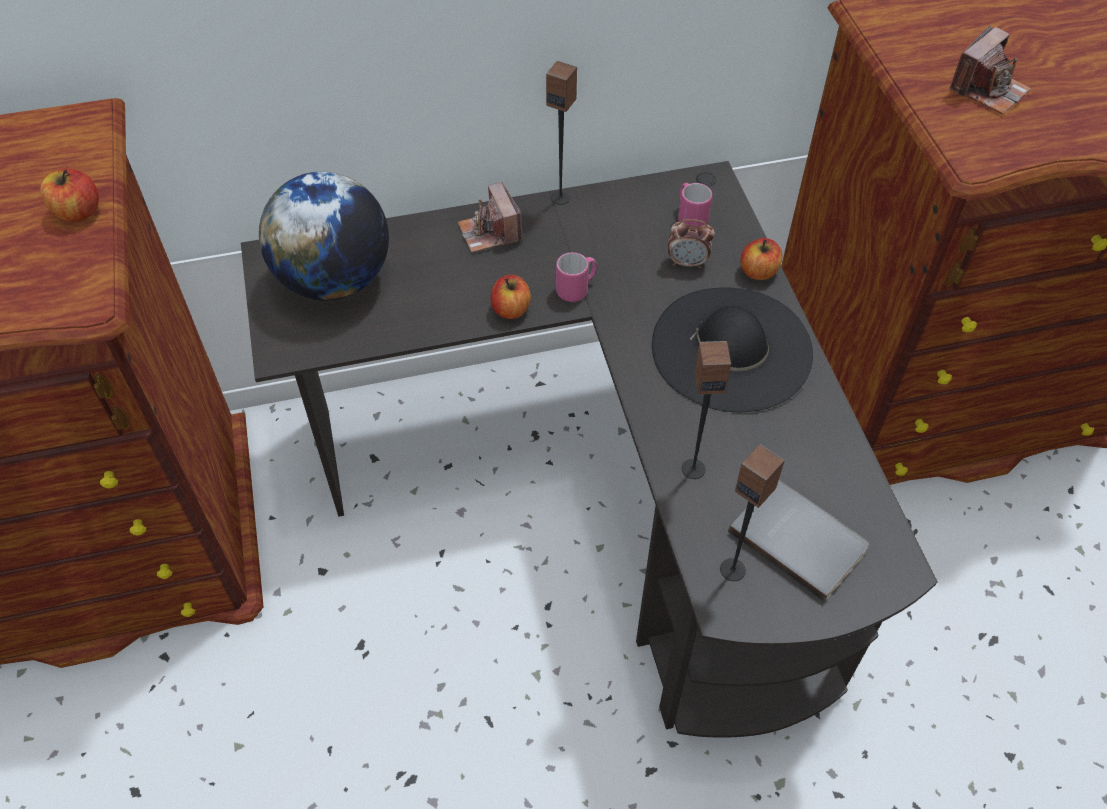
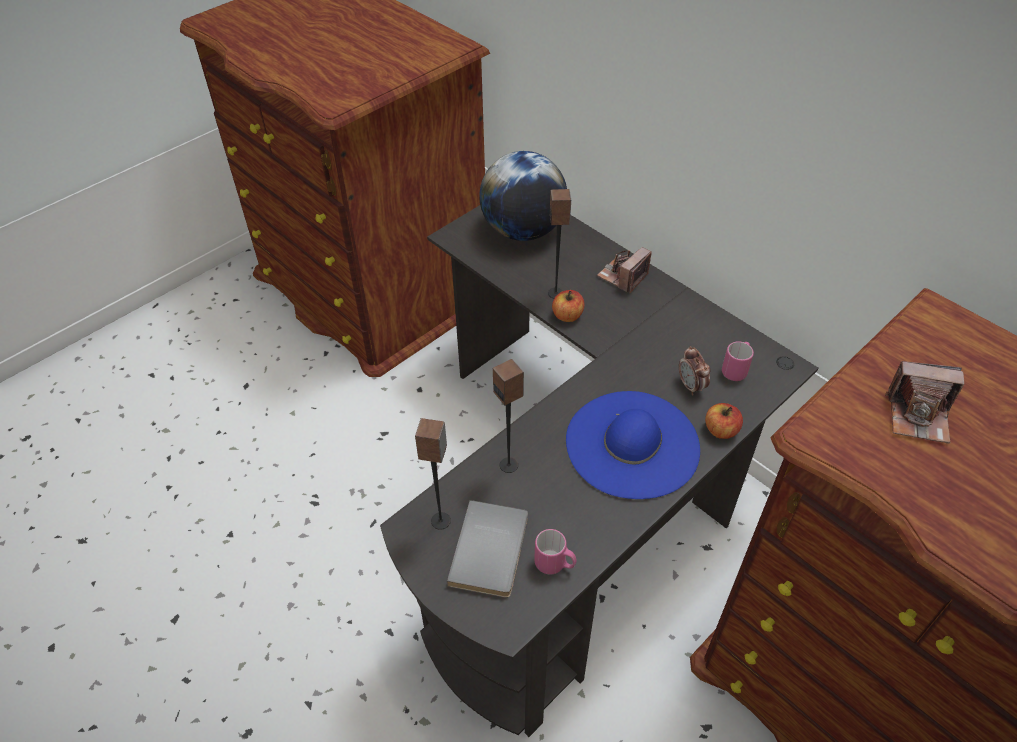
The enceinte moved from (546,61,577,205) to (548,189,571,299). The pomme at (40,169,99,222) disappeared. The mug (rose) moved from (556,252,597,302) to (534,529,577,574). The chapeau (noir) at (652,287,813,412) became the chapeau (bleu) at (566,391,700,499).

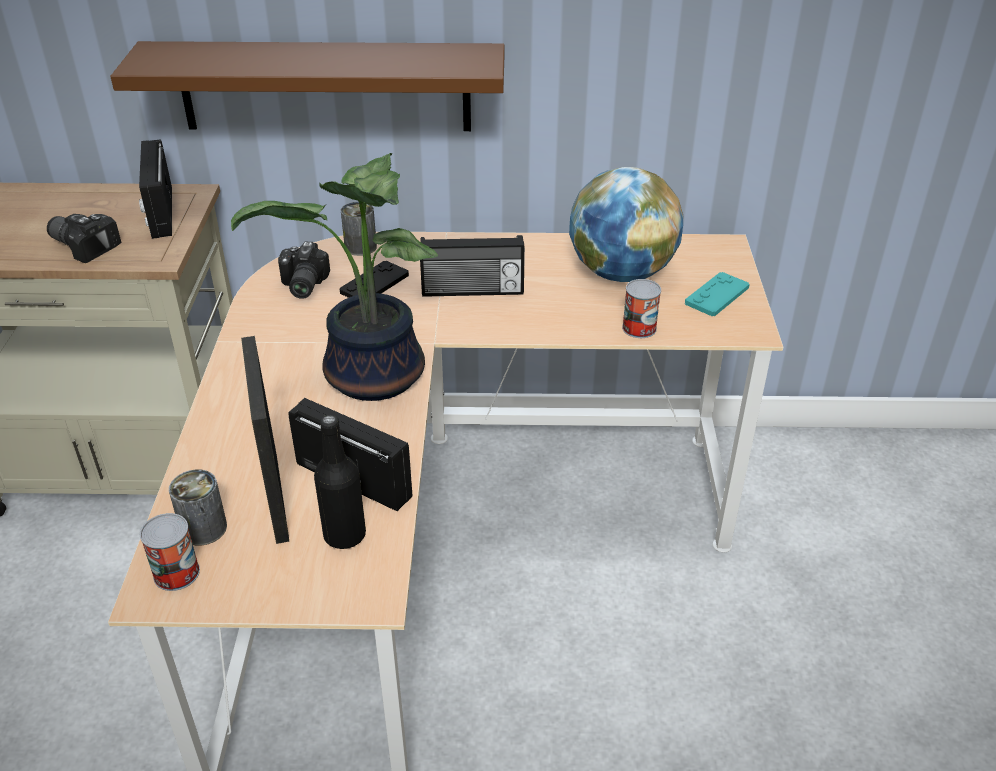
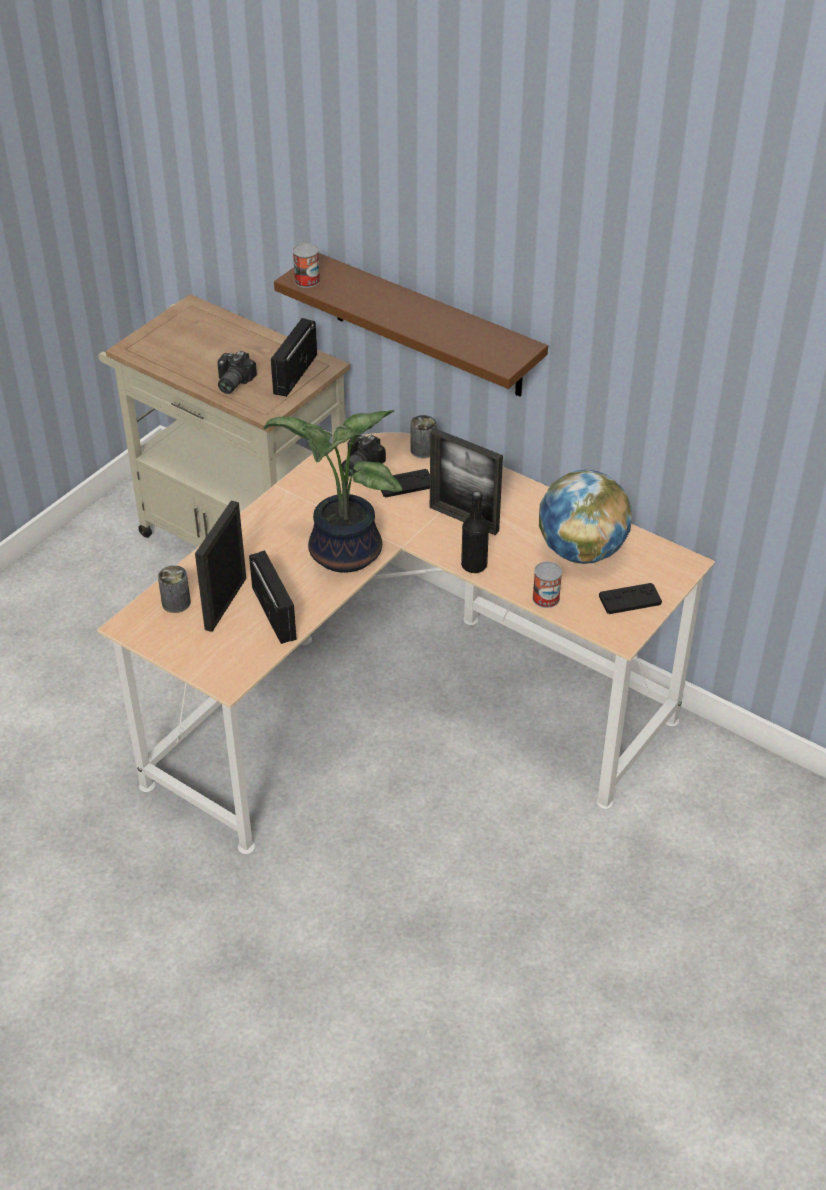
The appareil photo at (47,214,121,263) turned 135 degrees counterclockwise. The radio at (420,235,525,297) was replaced by the cadre photo at (430,428,503,535). The manette (turquoise) at (685,272,750,316) became the manette (noir) at (599,583,662,614). The bouteille (noir) moved from (314,415,366,549) to (461,491,489,573). The boîte métallique moved from (140,513,200,591) to (293,243,320,288).

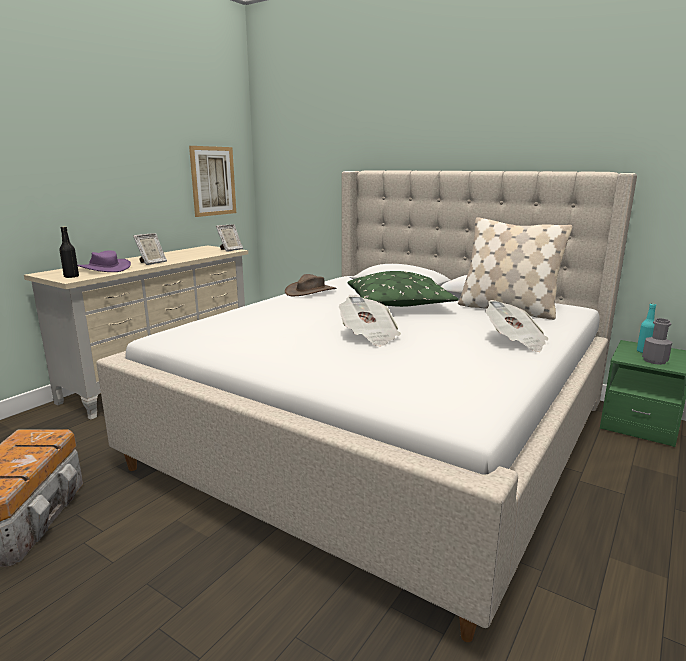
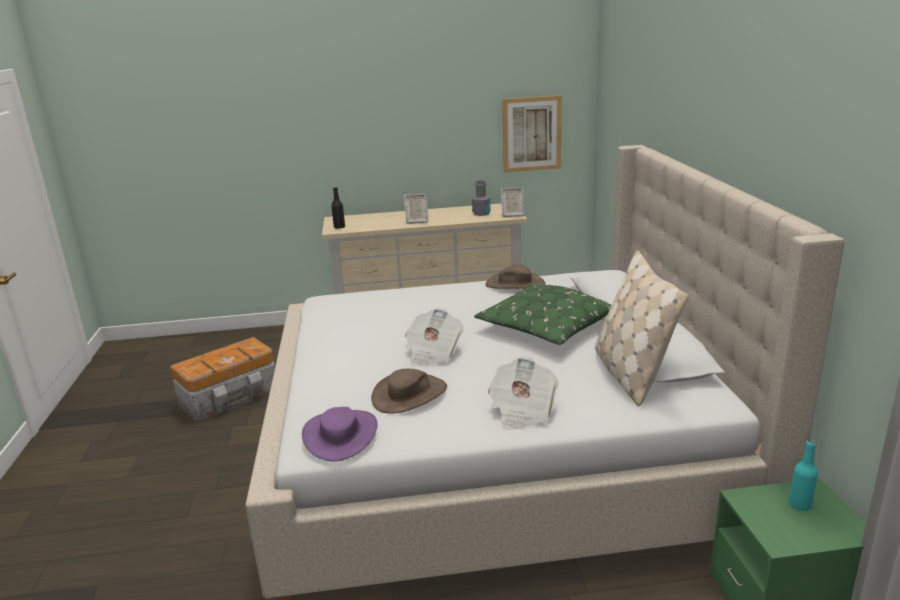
The chapeau (violet) moved from (78,250,131,272) to (302,407,378,462). The bouteille (gris) moved from (642,318,672,365) to (472,180,490,216). The chapeau (marron) at (371,369,447,413) appeared.

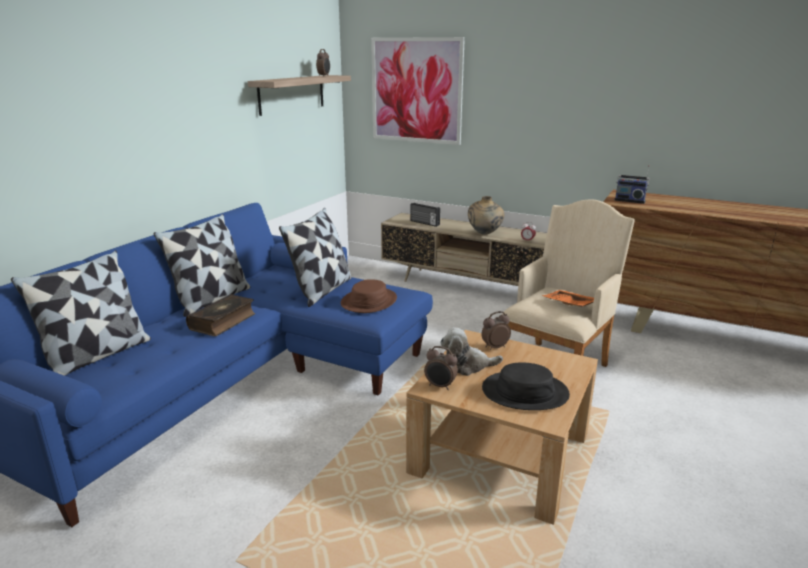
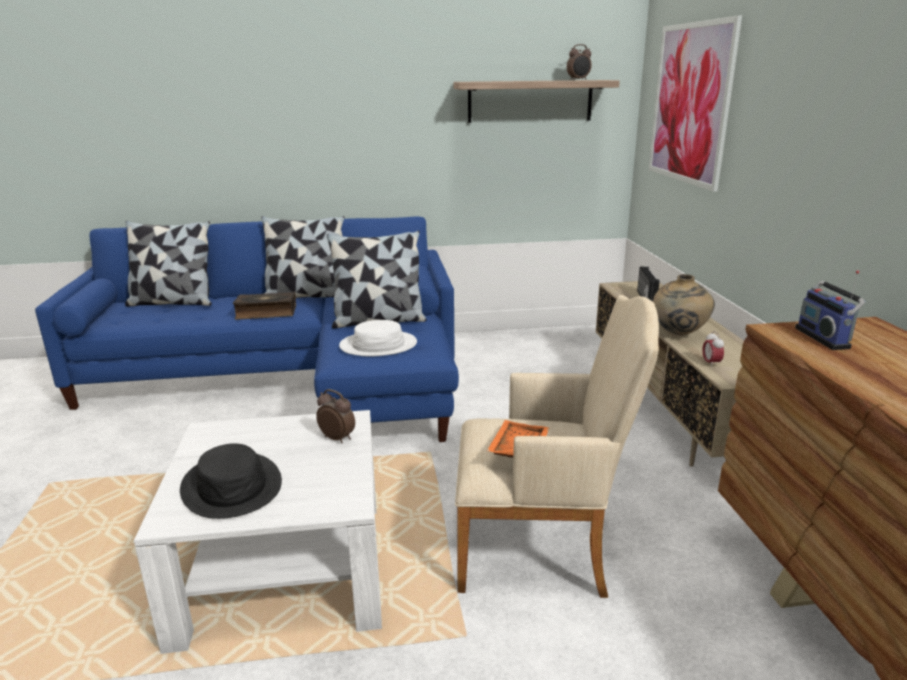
The chapeau (marron) at (341,279,397,313) became the chapeau (blanc) at (339,320,417,357). The peluche at (440,327,503,376) disappeared. The table basse (marron) at (406,330,598,525) became the table basse (blanc) at (134,410,382,654). The réveil at (424,346,458,390) disappeared.

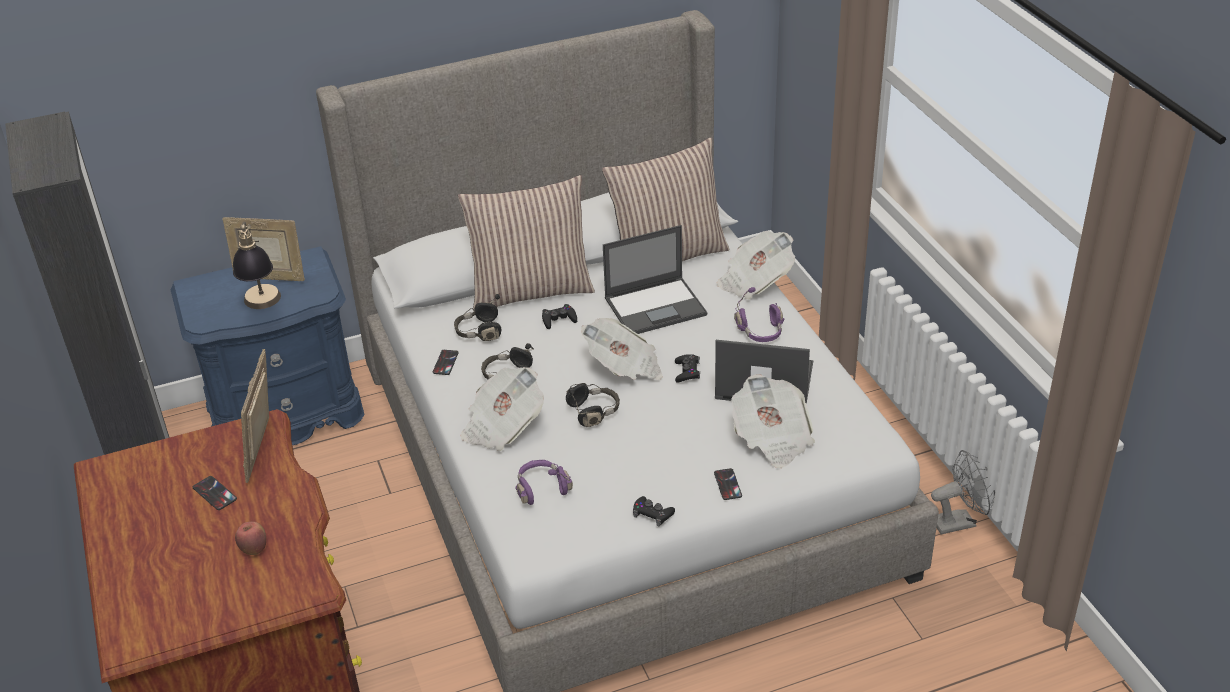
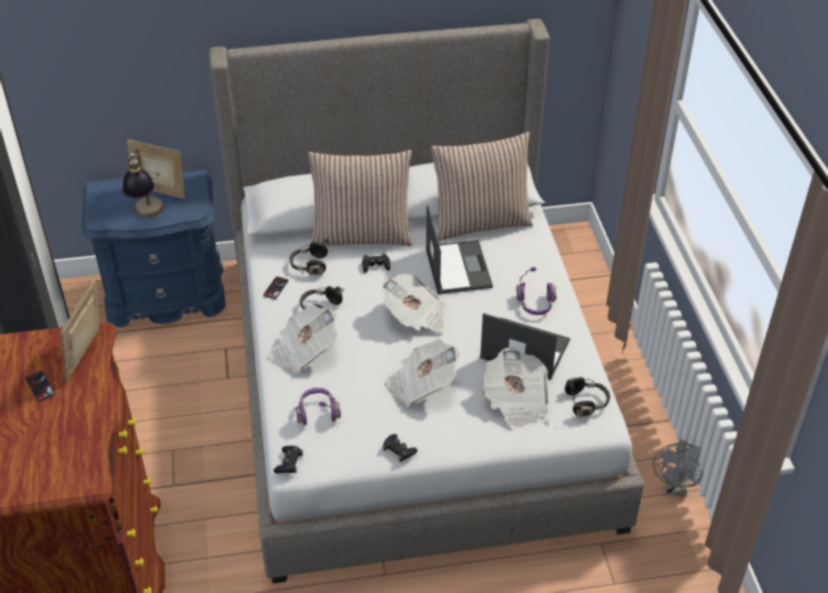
The ordinateur portable at (603,225,707,334) turned 90 degrees counterclockwise. The journal moved from (717,231,795,300) to (385,339,460,406). The manette (noir) moved from (675,354,700,383) to (274,446,303,473). The casque audio (noir) moved from (566,383,620,427) to (565,377,610,417). The ventilateur (gris) at (931,450,995,535) turned 105 degrees clockwise. The téléphone at (714,468,742,500) disappeared. The pomme at (235,522,266,555) disappeared.

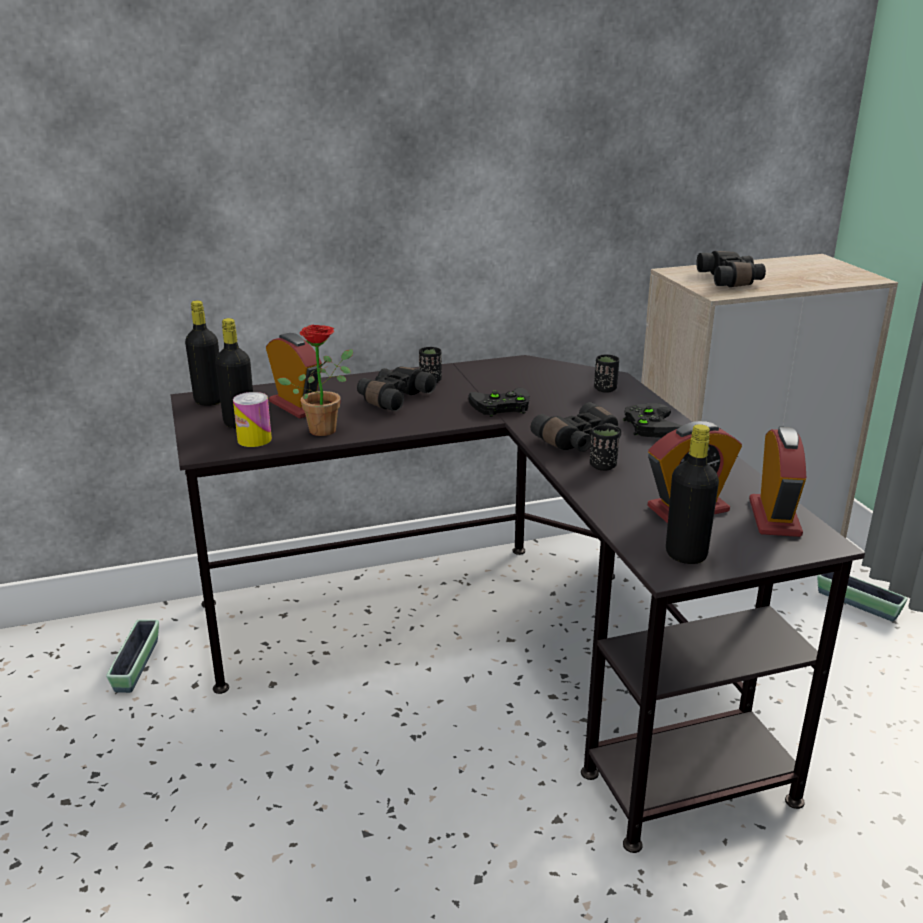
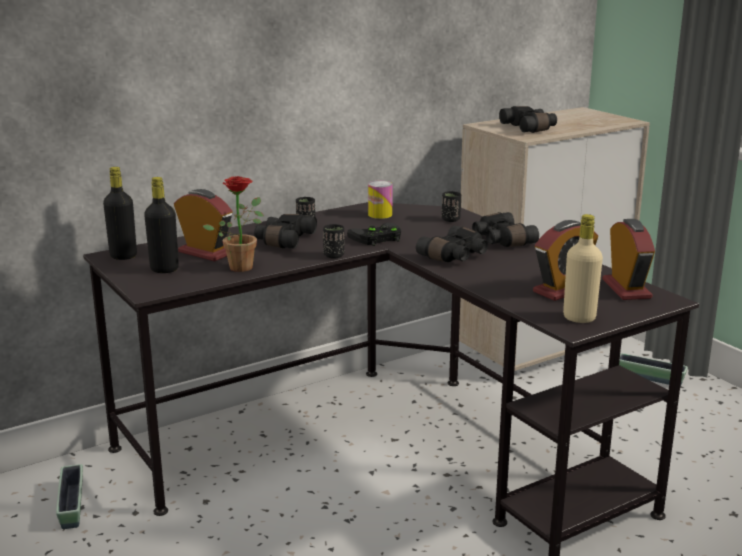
The boîte métallique moved from (233,392,272,447) to (368,181,393,219). The manette (noir) at (623,403,682,438) was replaced by the jumelles (noir) at (472,212,539,247). The bouteille (noir) at (666,424,719,564) became the bouteille (beige) at (563,214,603,323). The tasse (noir) moved from (590,425,620,471) to (323,224,344,258).

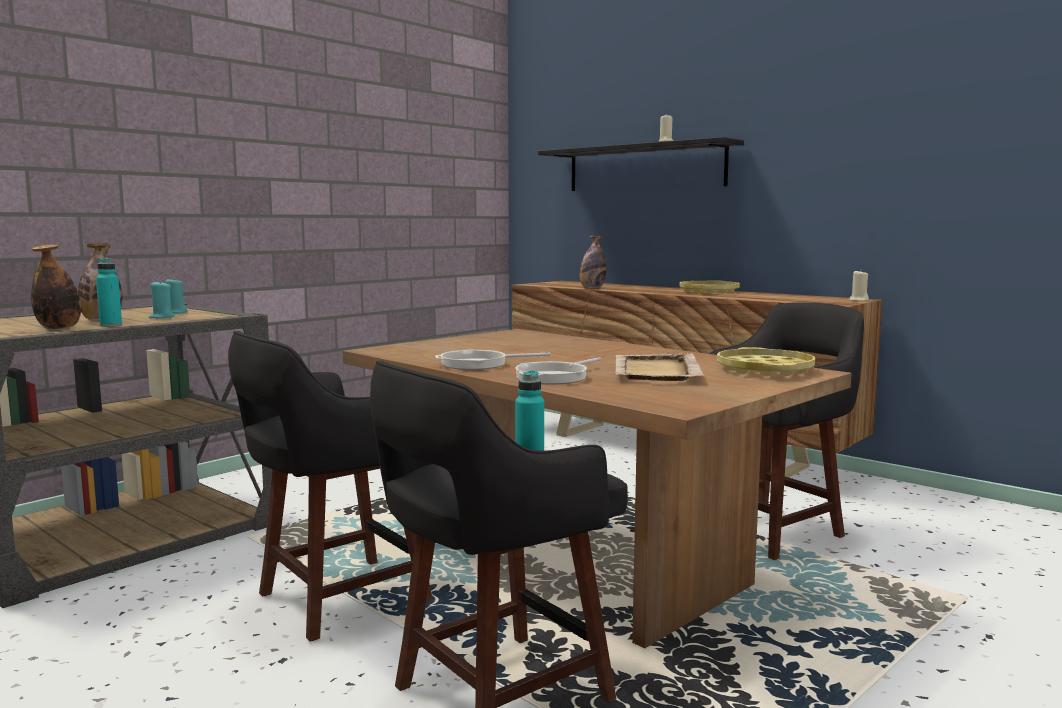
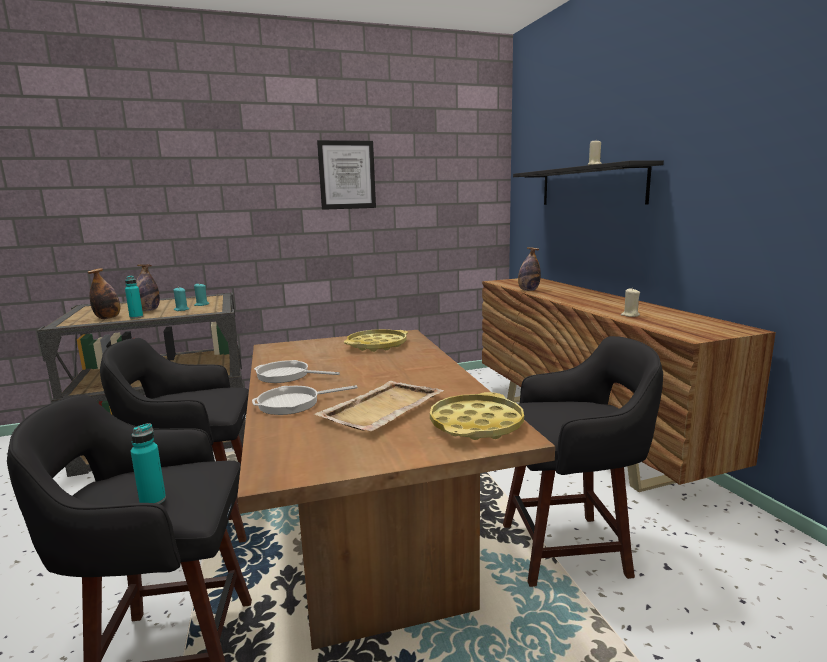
The bougie (beige) moved from (849,271,869,301) to (621,288,640,317). The plateau (jaune) moved from (679,280,740,294) to (344,329,408,352). The tableau at (317,140,376,210) appeared.

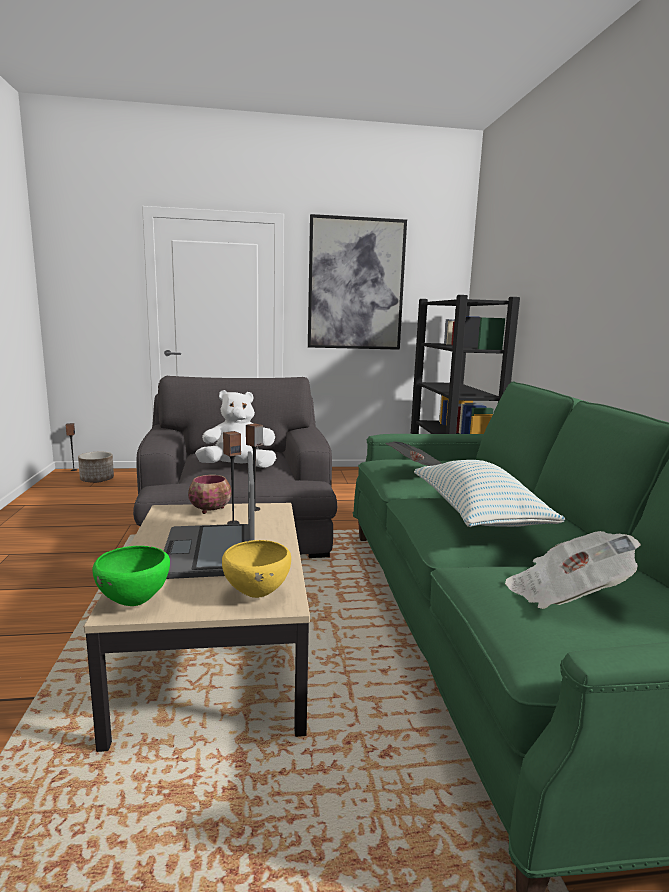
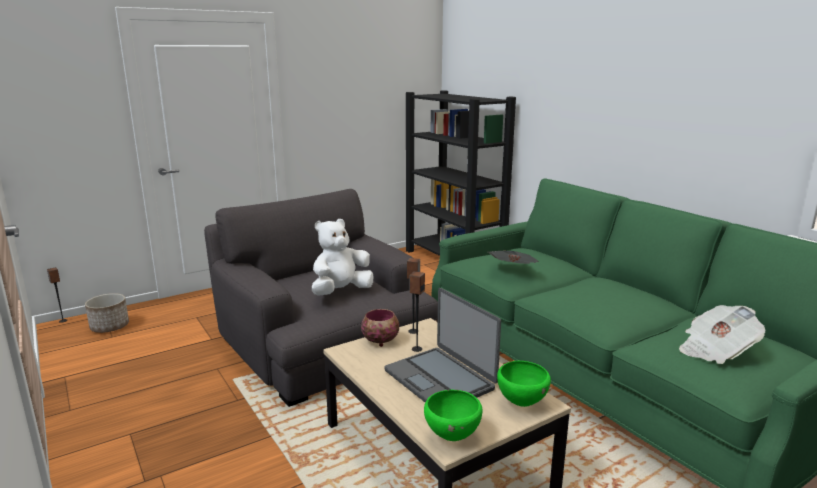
The tableau at (308,214,407,350) disappeared. The coussin at (414,460,566,527) disappeared. The bol (jaune) at (222,540,291,598) became the bol (vert) at (497,361,551,407).

